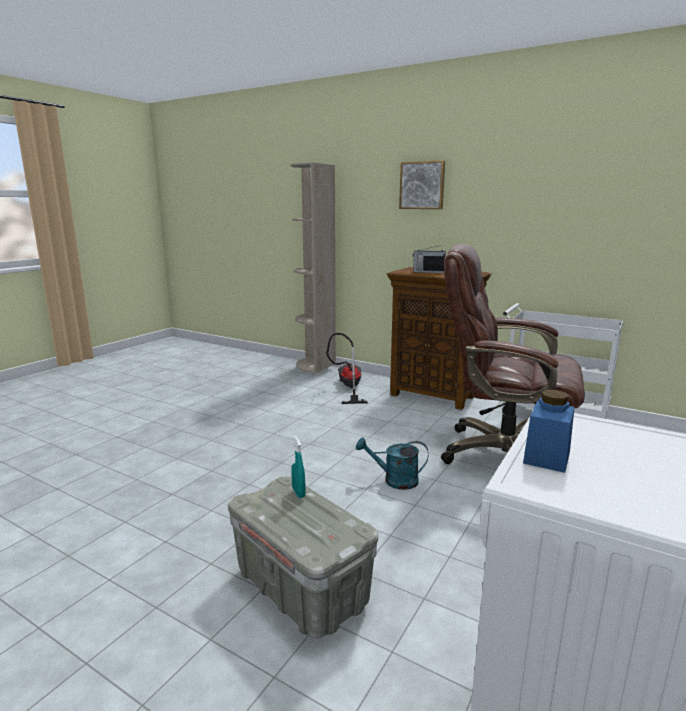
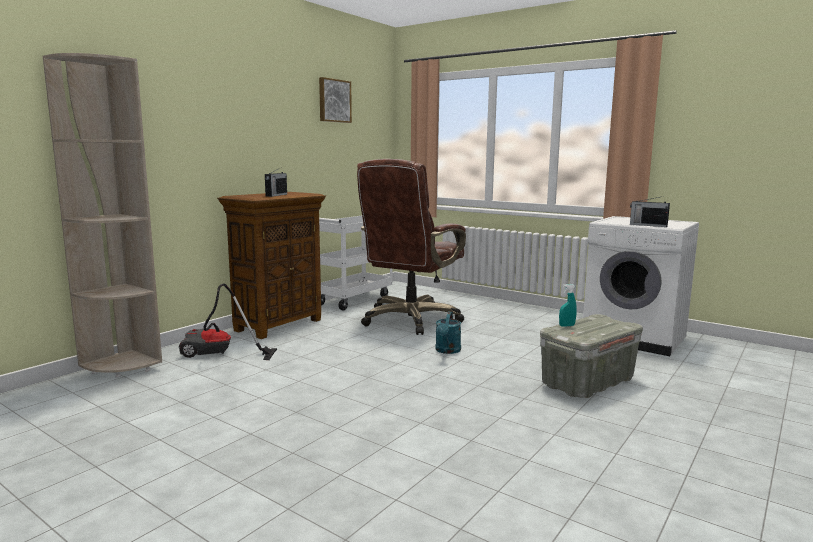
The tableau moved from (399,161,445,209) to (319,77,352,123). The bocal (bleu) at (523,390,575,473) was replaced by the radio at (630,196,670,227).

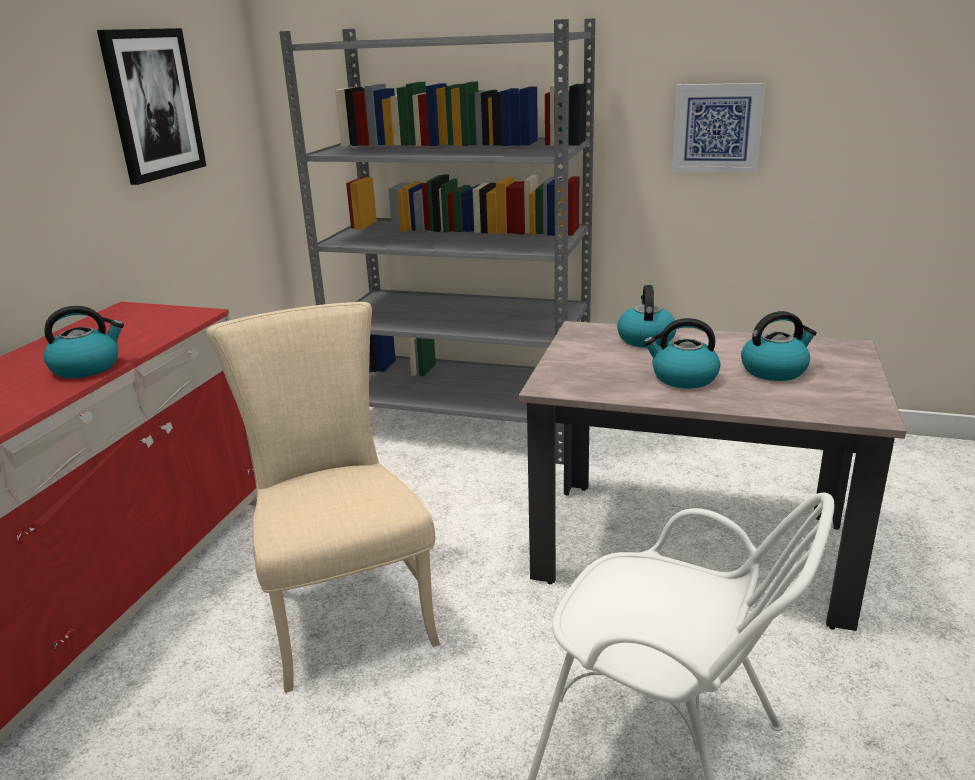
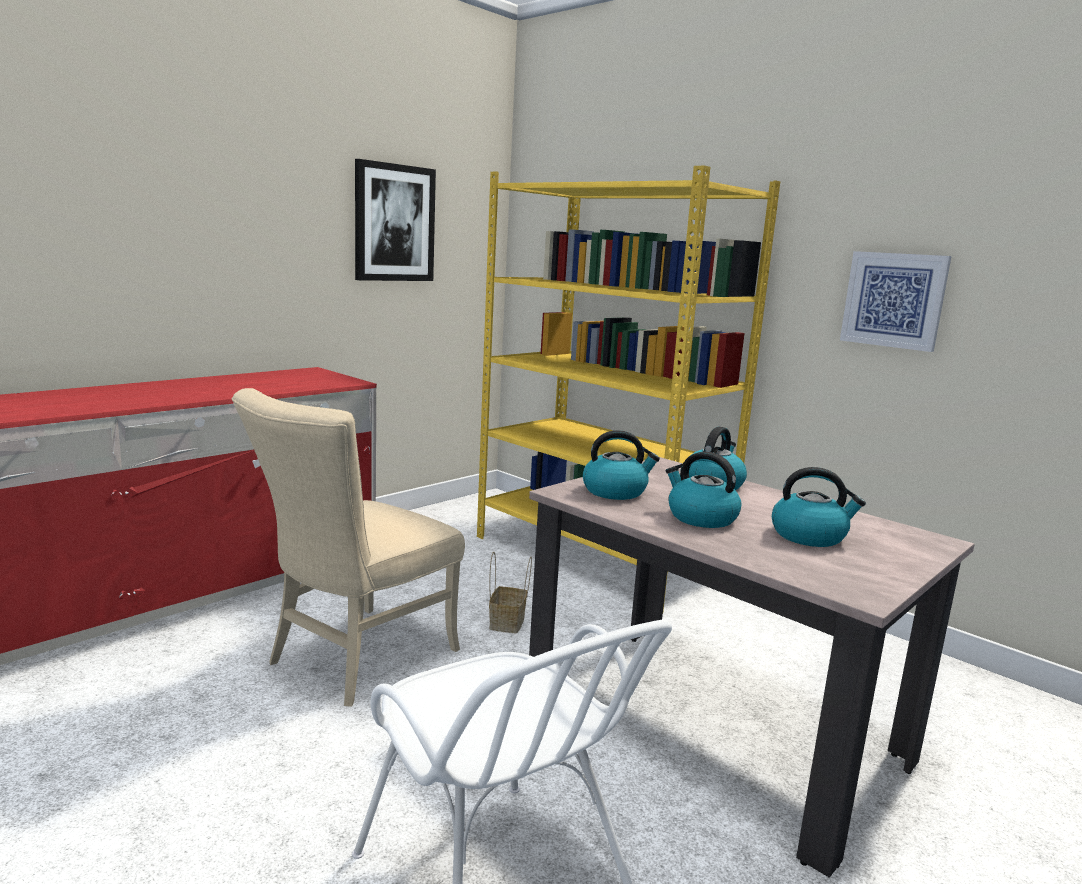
The bibliothèque (gris) at (279,19,595,465) became the bibliothèque (jaune) at (477,166,780,610). The chaise (beige) at (206,302,440,693) turned 150 degrees counterclockwise. The bouilloire moved from (44,306,124,378) to (583,430,660,500). The panier at (489,552,532,634) appeared.

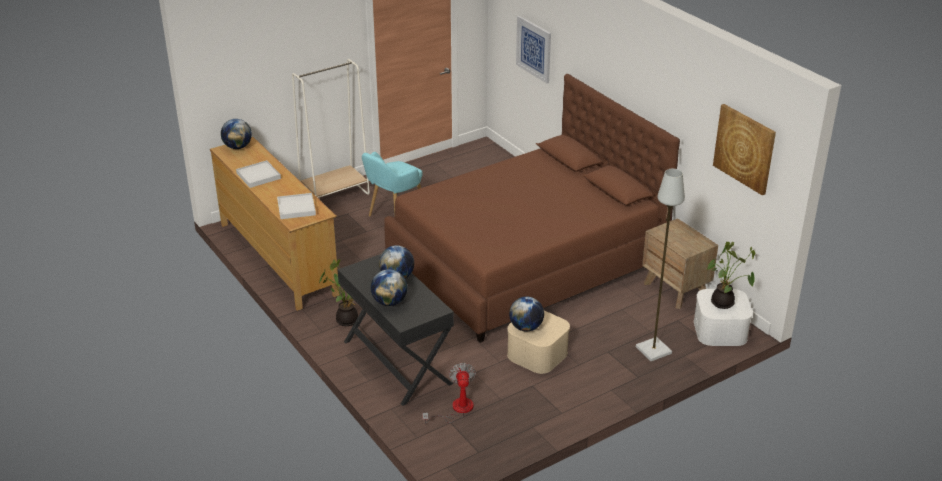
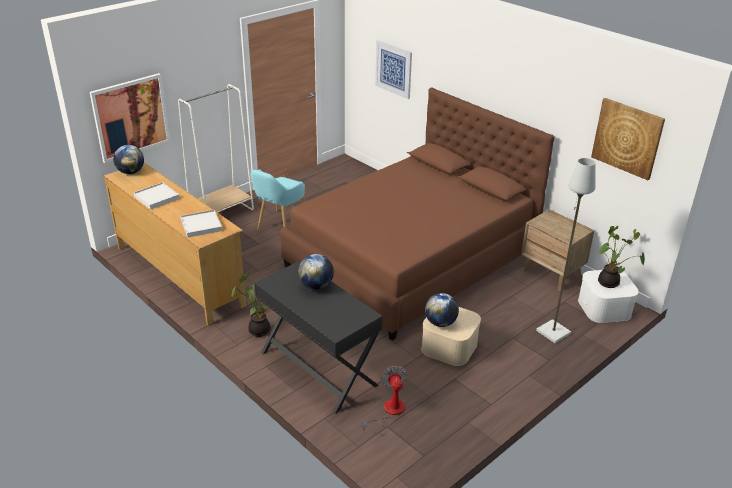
The globe at (371,269,407,306) disappeared. The tableau at (90,73,170,163) appeared.

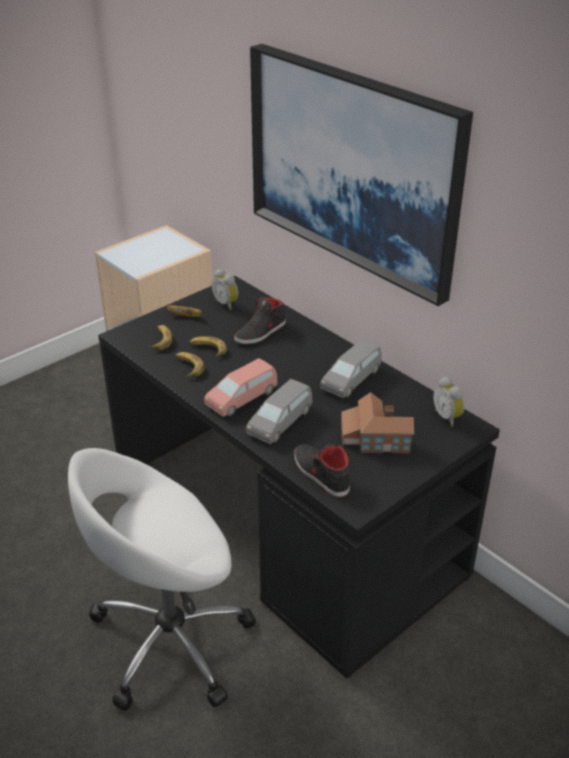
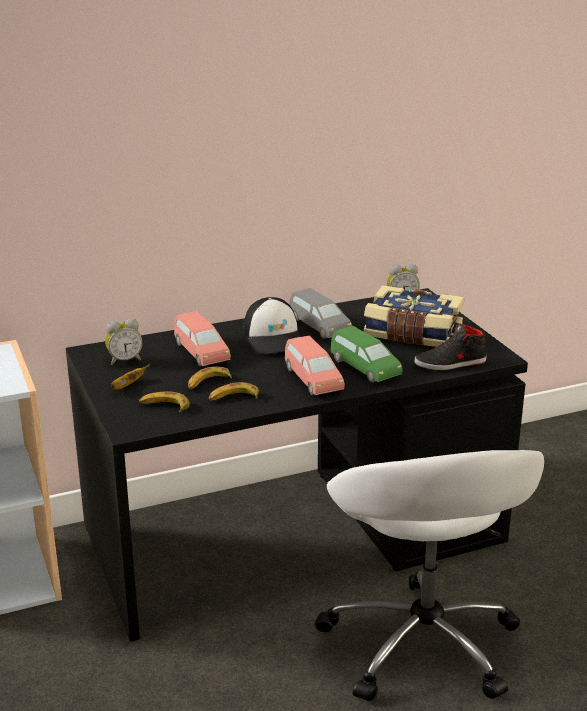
The tableau at (250,44,473,306) disappeared. The chaussure (noir) at (234,298,285,344) was replaced by the petite voiture (rose) at (174,311,231,366). The petite voiture (gris) at (246,379,312,444) became the petite voiture (vert) at (331,326,403,383). The maison miniature at (341,392,414,453) was replaced by the livre at (363,285,464,347). The casquette at (243,297,301,354) appeared.

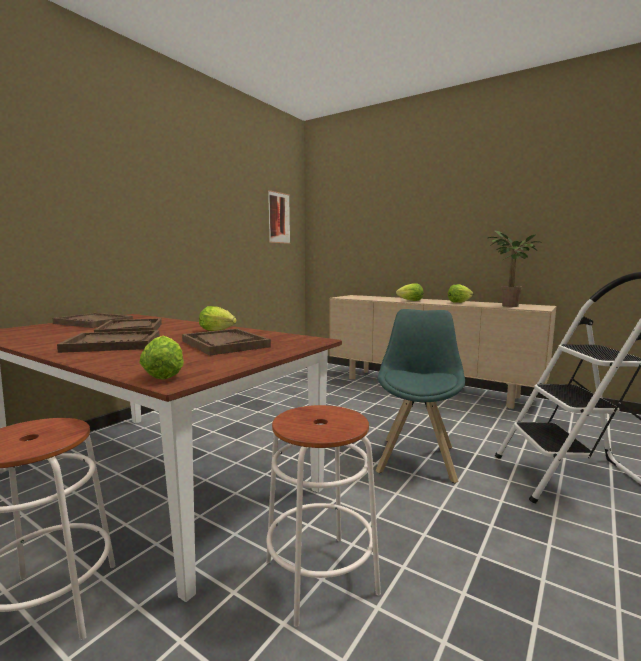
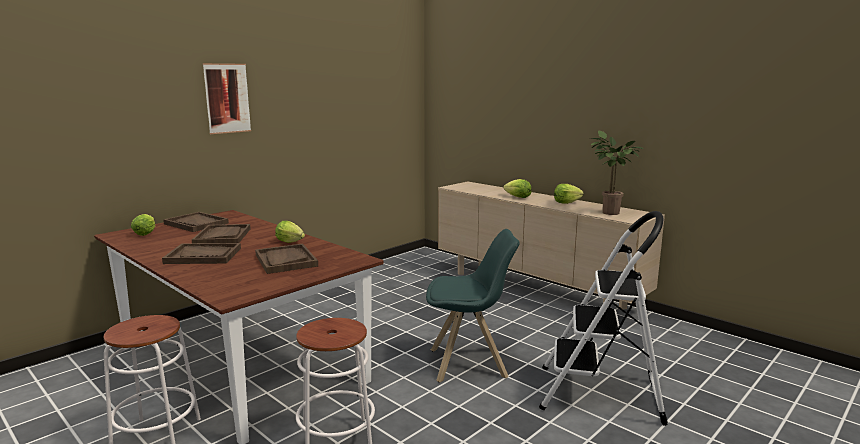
The tableau moved from (268,190,290,244) to (203,63,251,134). The chaise (turquoise) at (376,309,465,483) turned 60 degrees clockwise. The laitue moved from (139,336,184,380) to (131,214,155,236).

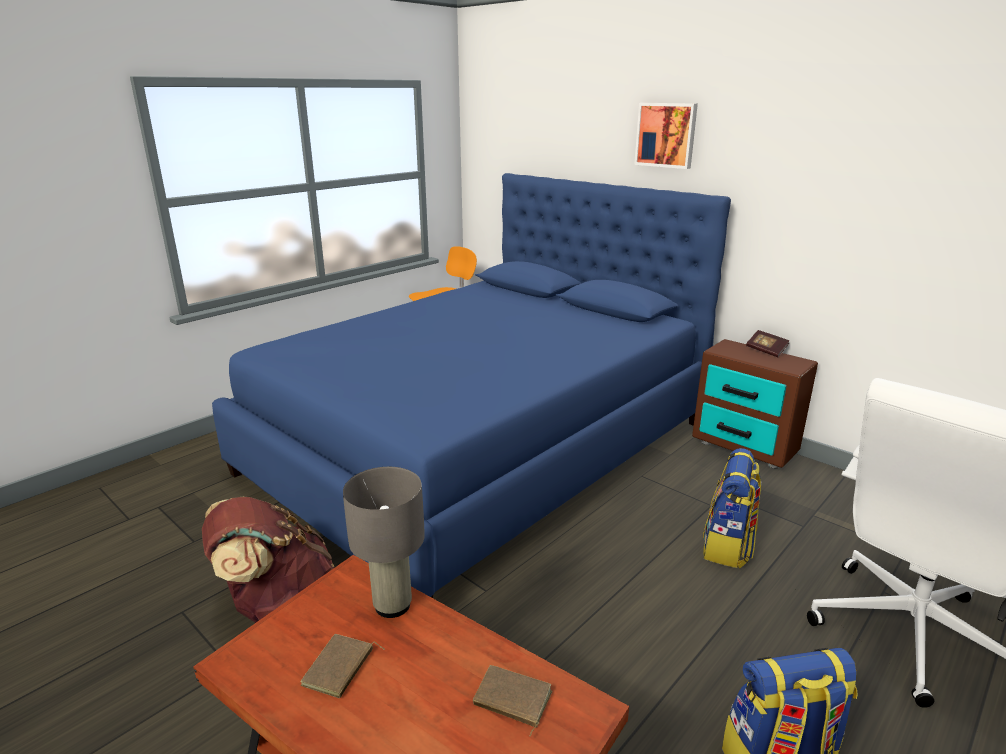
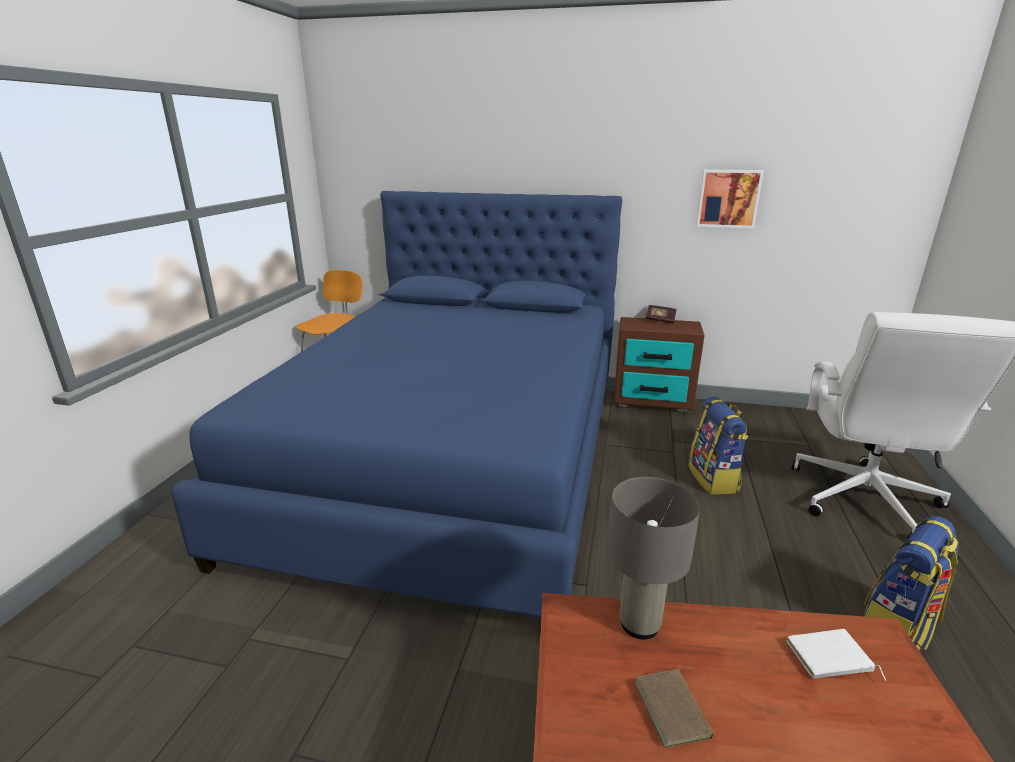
The tableau moved from (634,103,698,169) to (696,169,764,228). The sac à dos (marron) at (202,497,334,623) disappeared. The livre (marron) at (473,665,552,737) became the livre (blanc) at (786,629,886,681).

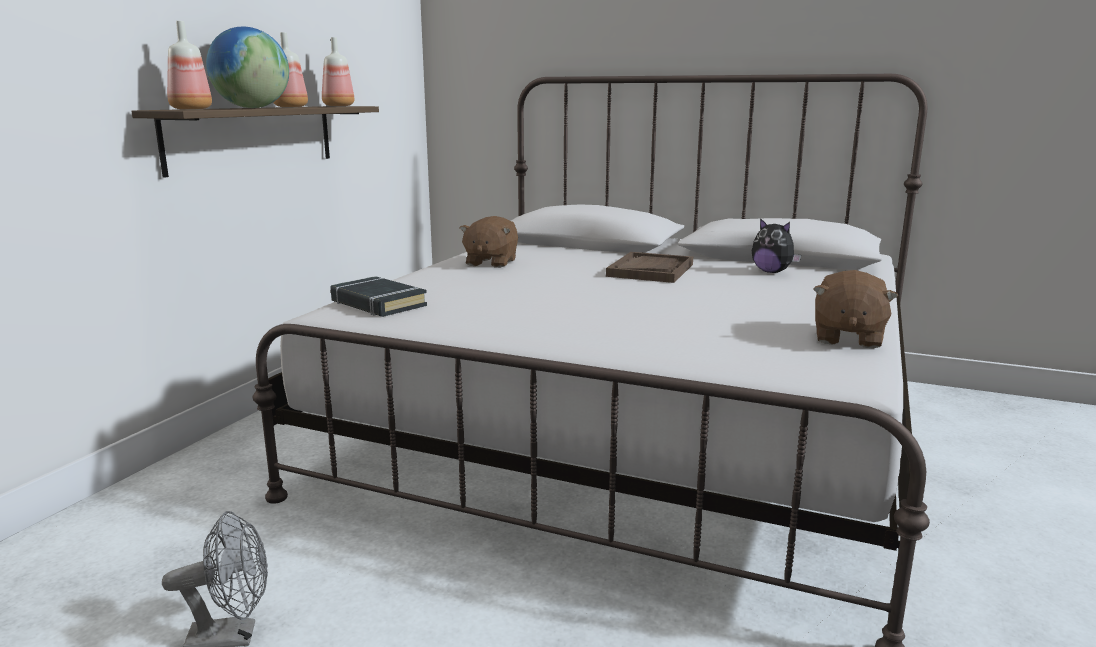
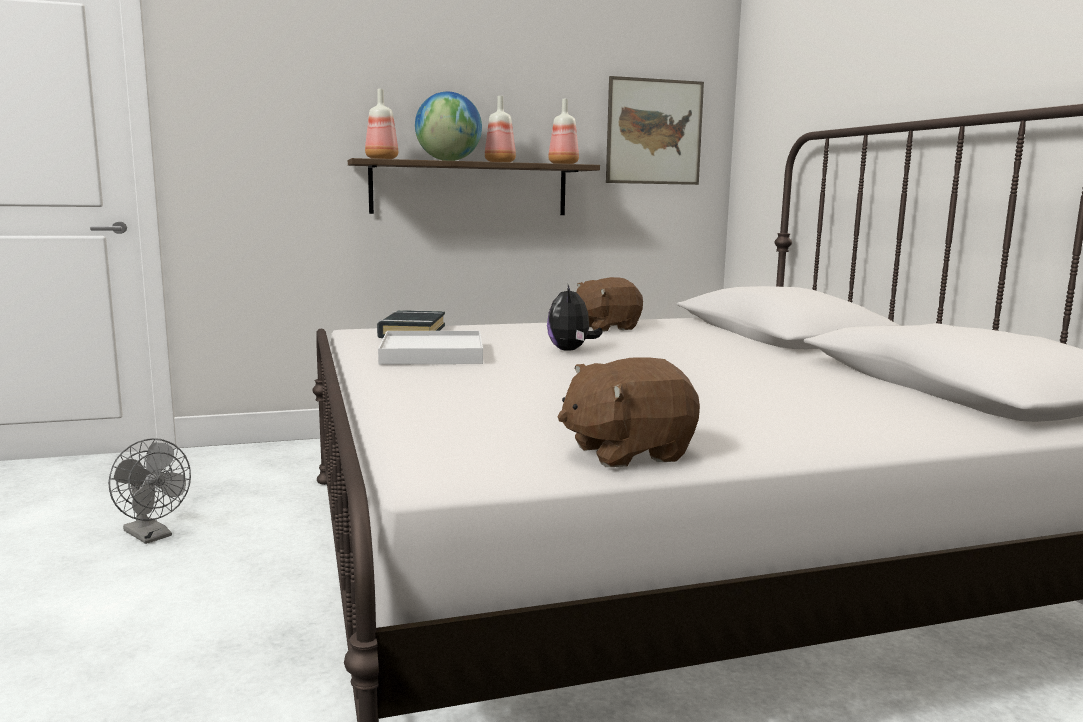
The peluche moved from (752,218,801,273) to (547,283,602,351). The plateau (marron) at (606,252,693,283) disappeared. The tableau at (606,76,704,185) appeared. The plateau (blanc) at (378,331,483,365) appeared.

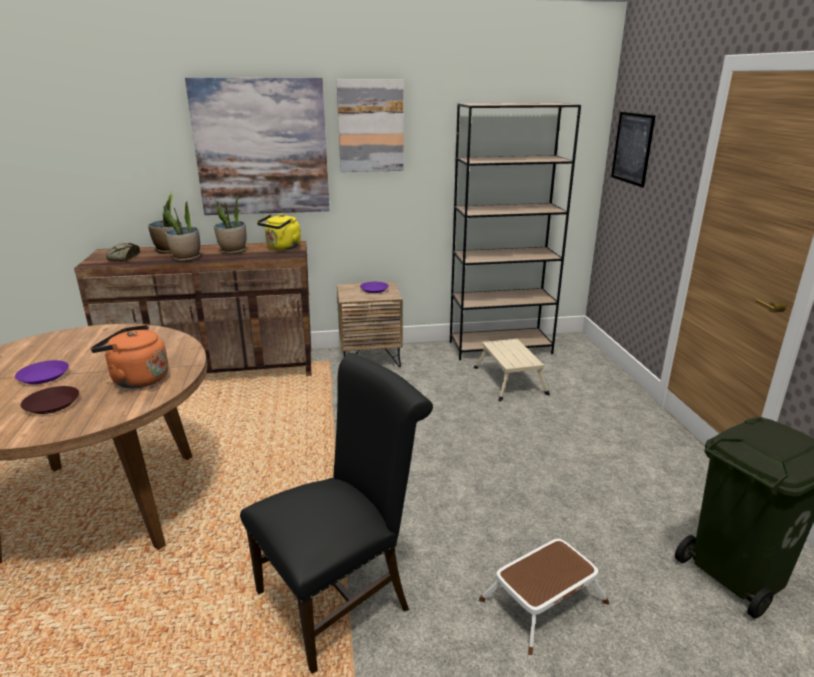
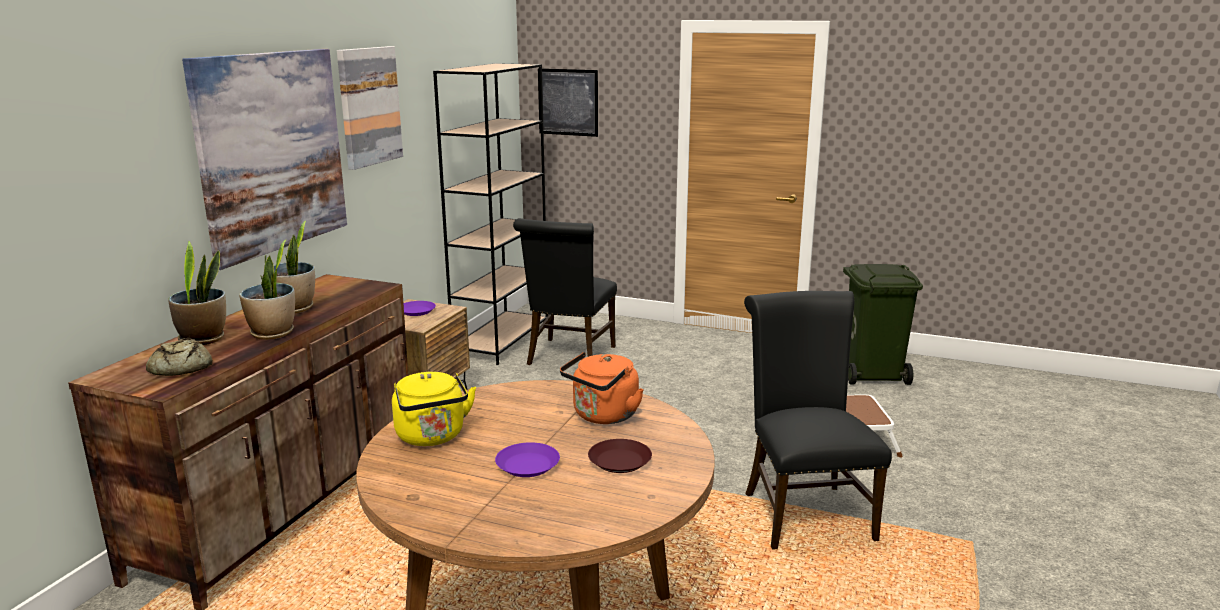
The bouilloire (jaune) moved from (257,214,301,250) to (392,372,476,446). The escabeau (beige) at (473,339,550,402) was replaced by the chaise (noir) at (513,218,617,365).

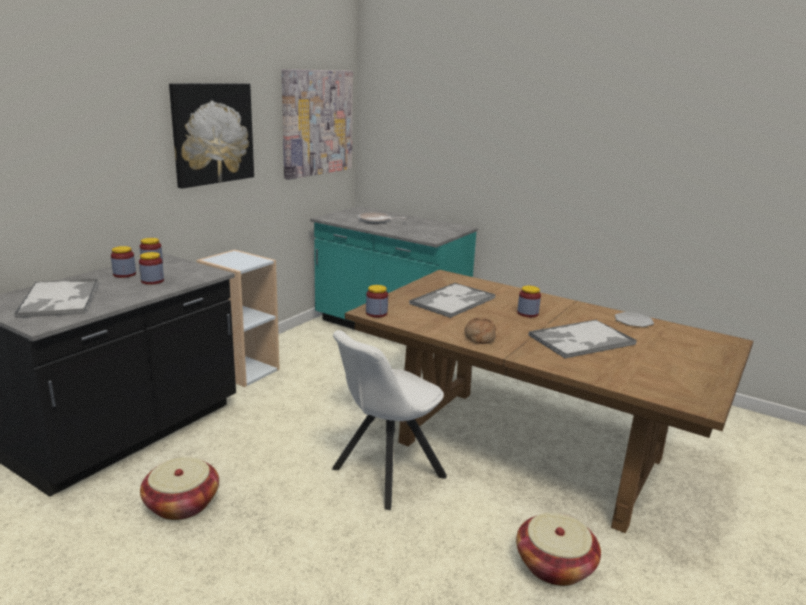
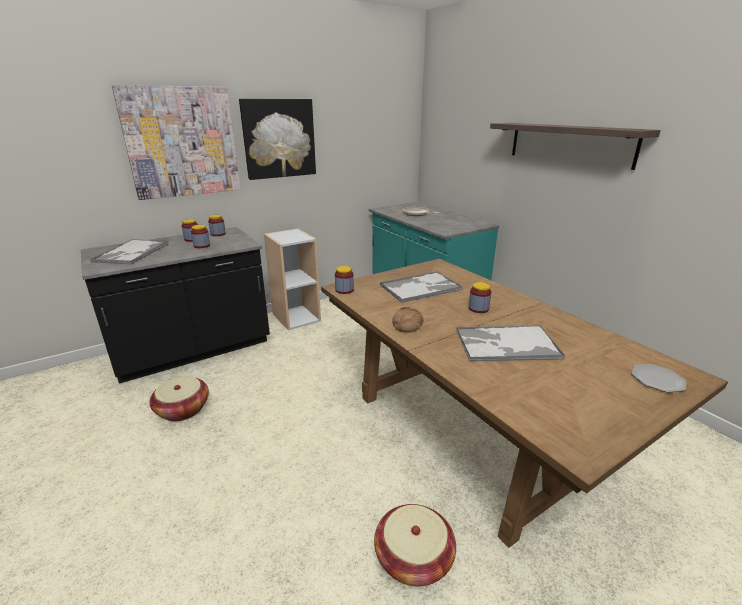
The tableau moved from (281,69,353,180) to (112,85,240,200). The assiette moved from (615,312,654,327) to (631,364,687,393). The chaise (blanc) at (332,330,447,510) disappeared. The étagère at (490,123,661,170) appeared.

